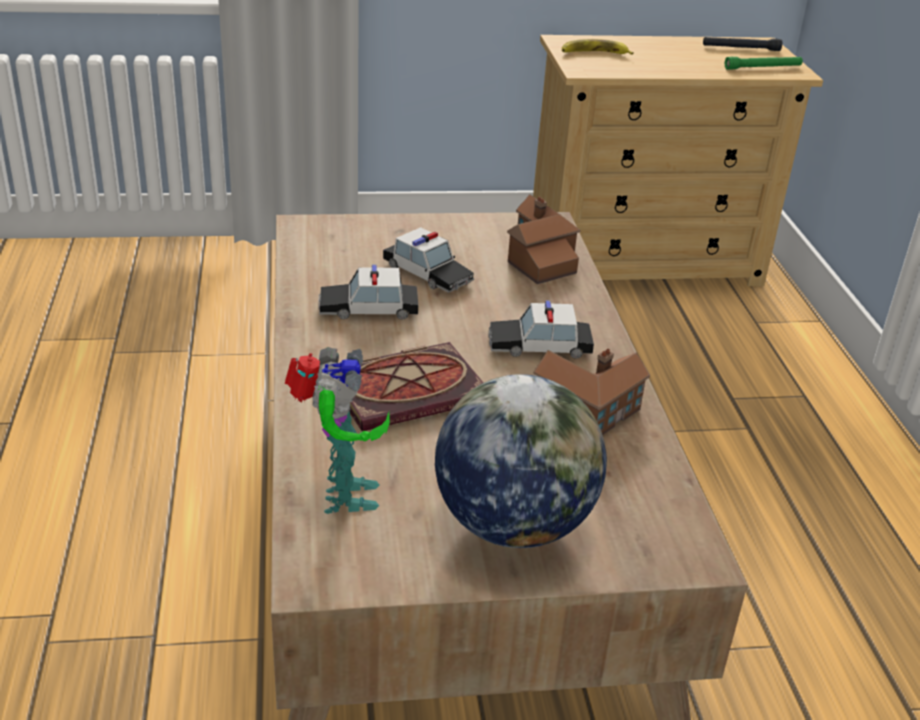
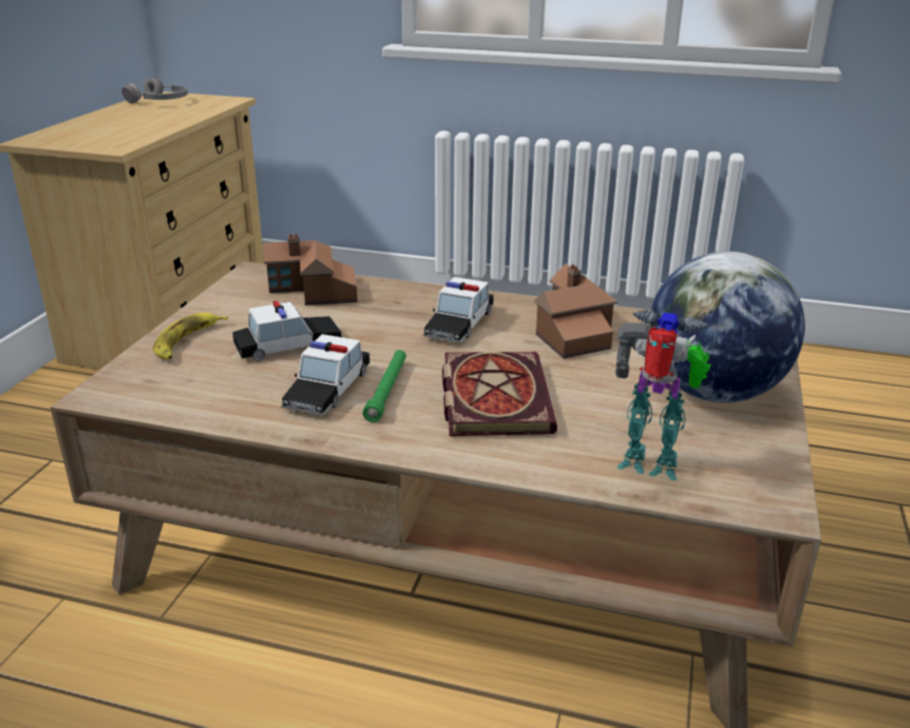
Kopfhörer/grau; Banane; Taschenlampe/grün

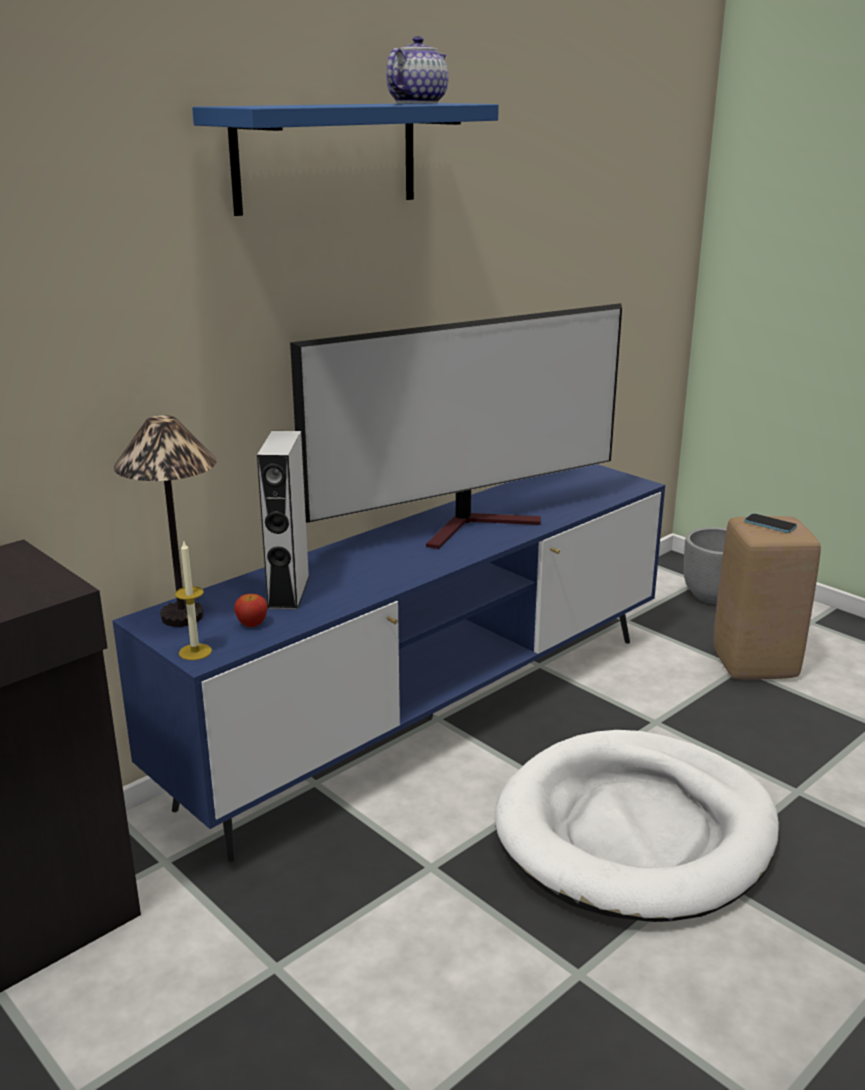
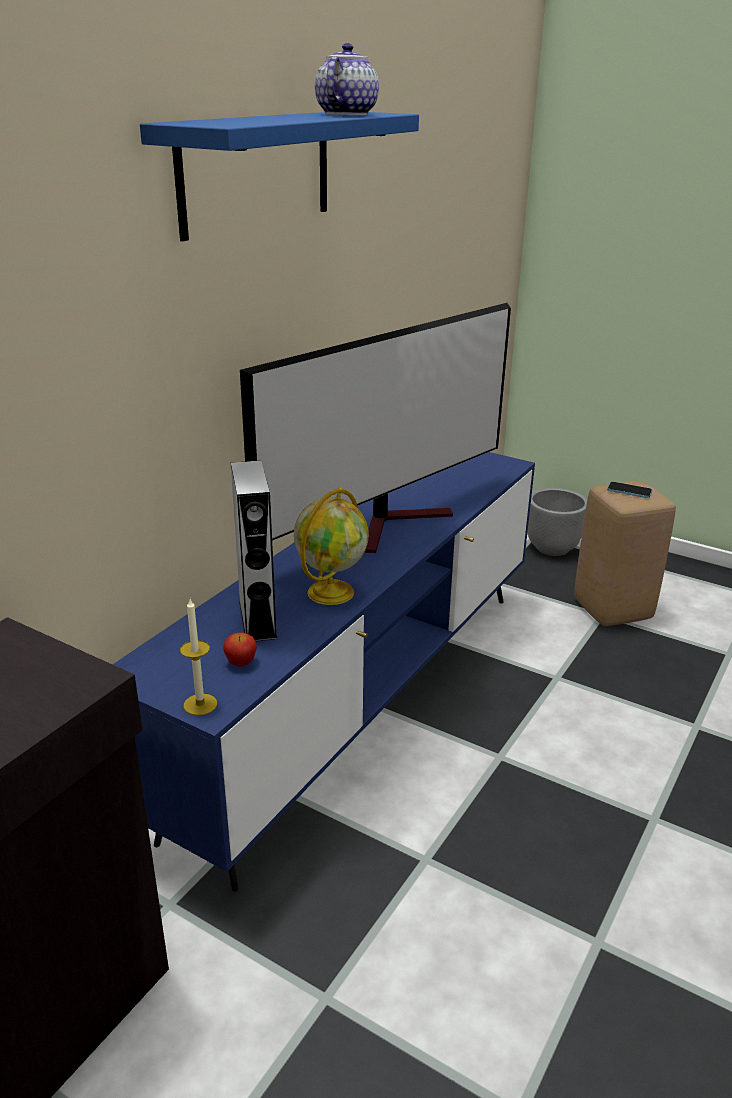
Globus; Tischlampe; Hundebett/weiß

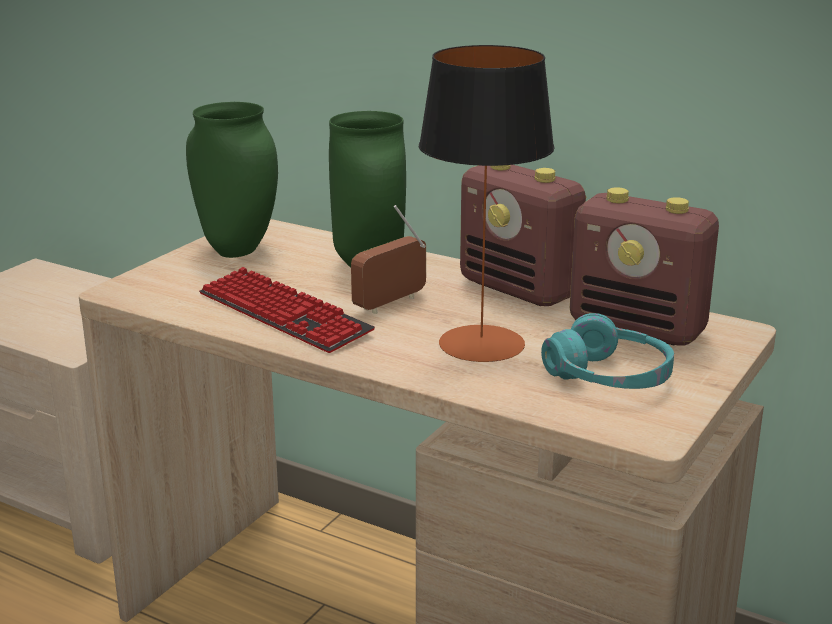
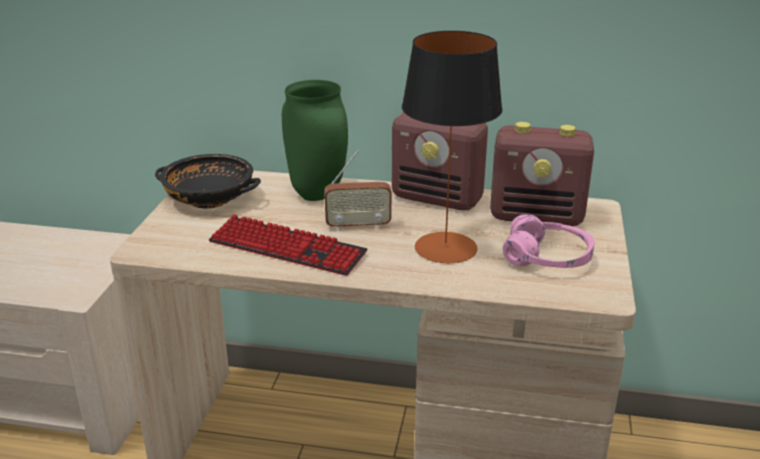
Schüssel/schwarz; Radio (1st from left); Kopfhörer/rosa

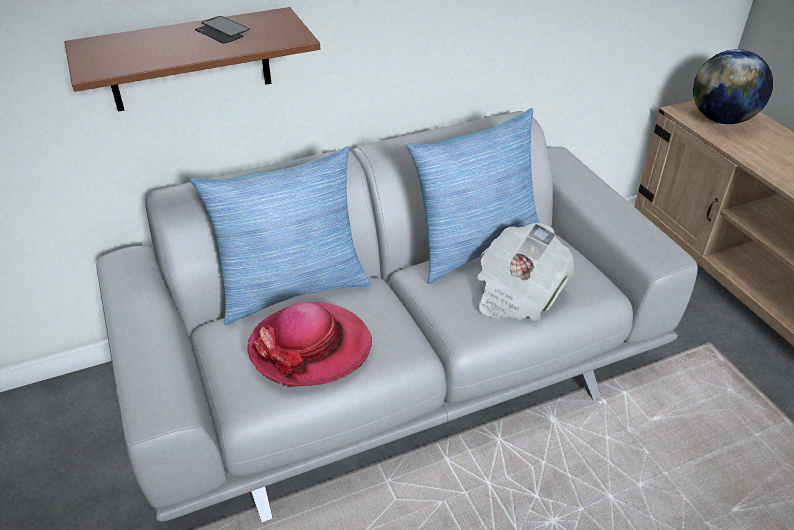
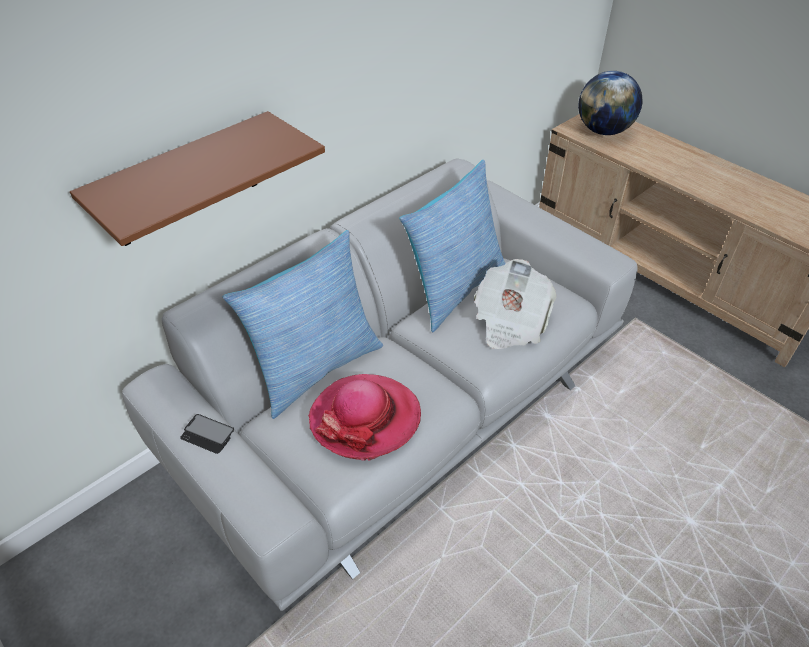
Handy

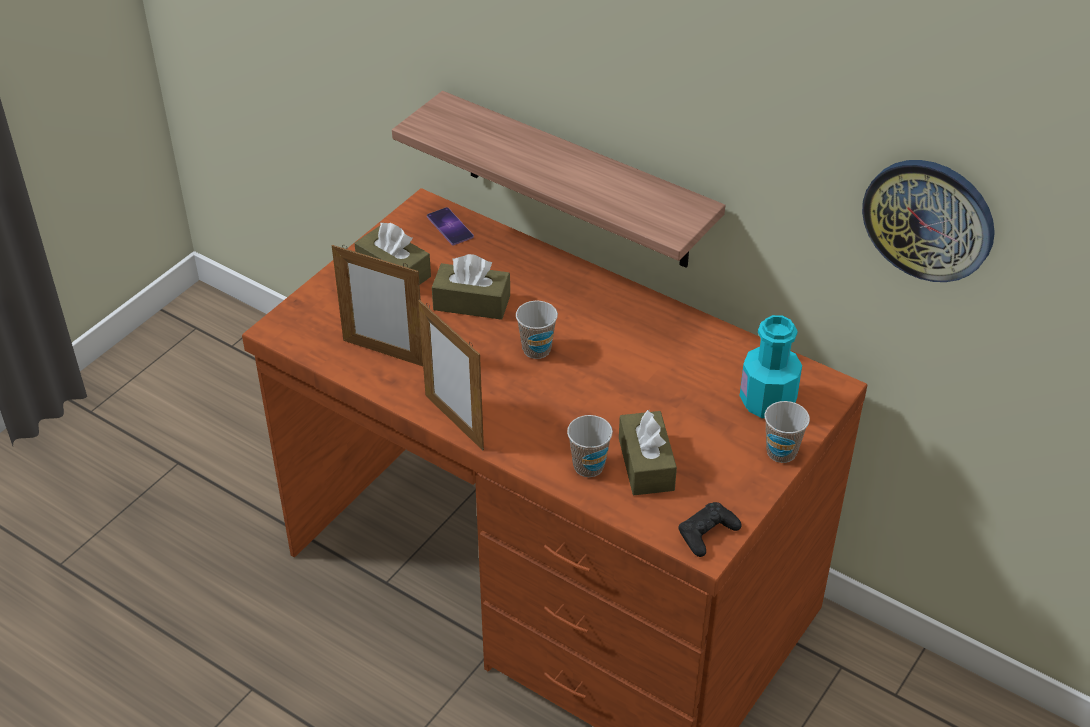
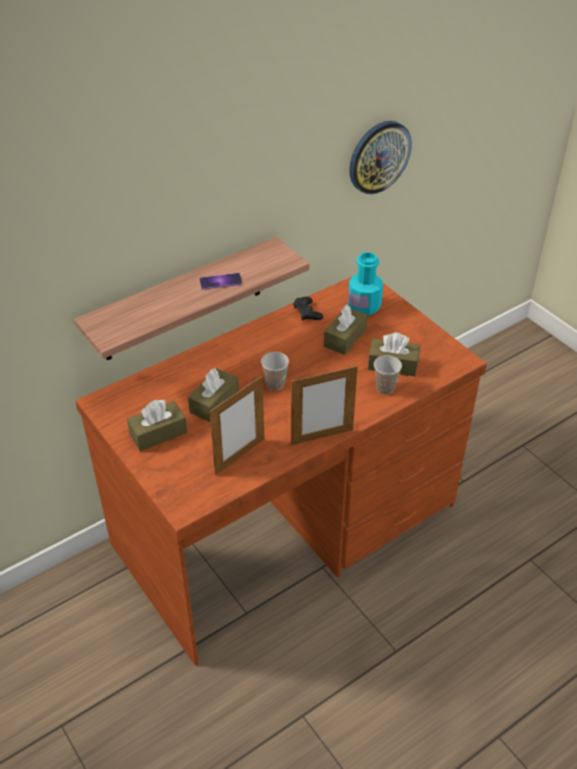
Handy; Gamepad/schwarz; Taschentuchbox/braun (3rd from left); Tasse (3rd from left in the first image)

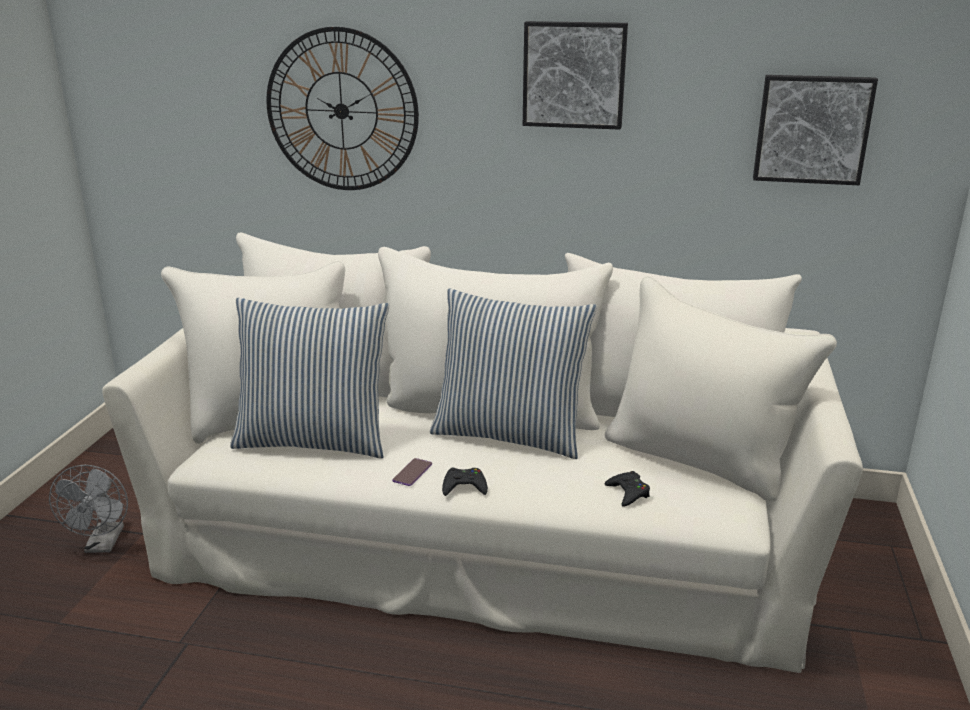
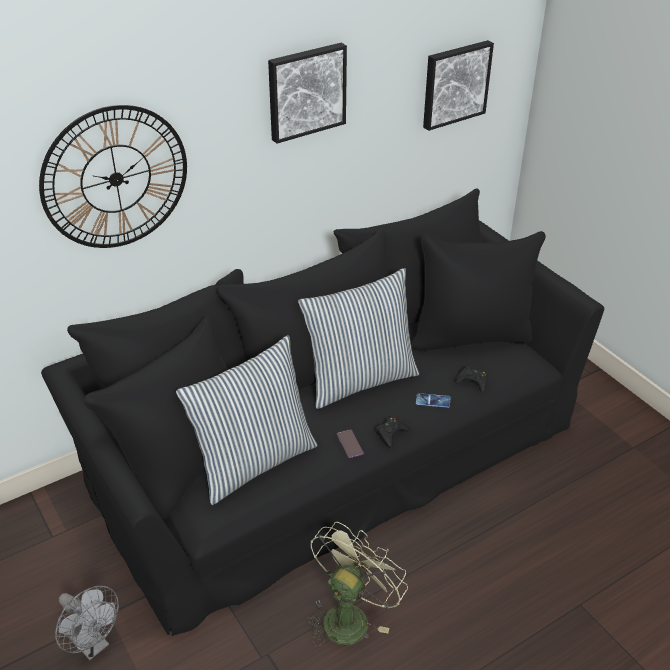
Sofa/schwarz; Ventilator/grün; Handy (2nd from left)

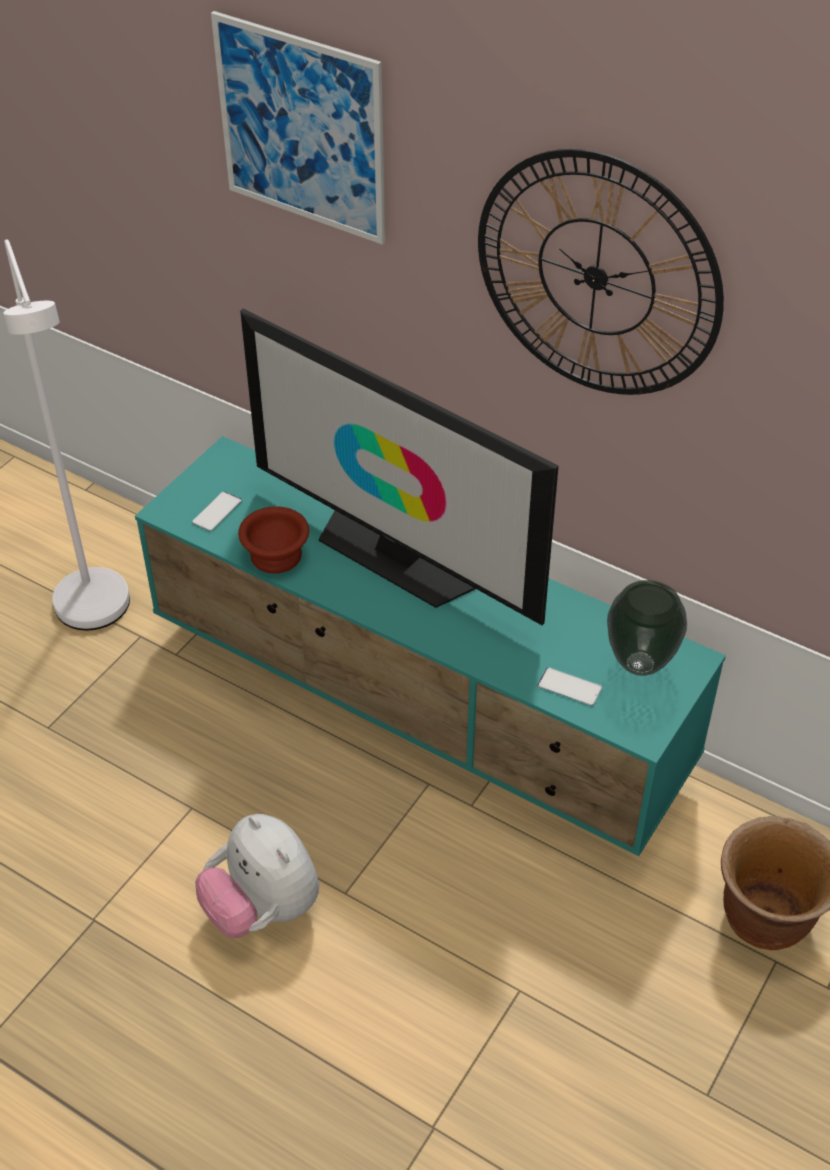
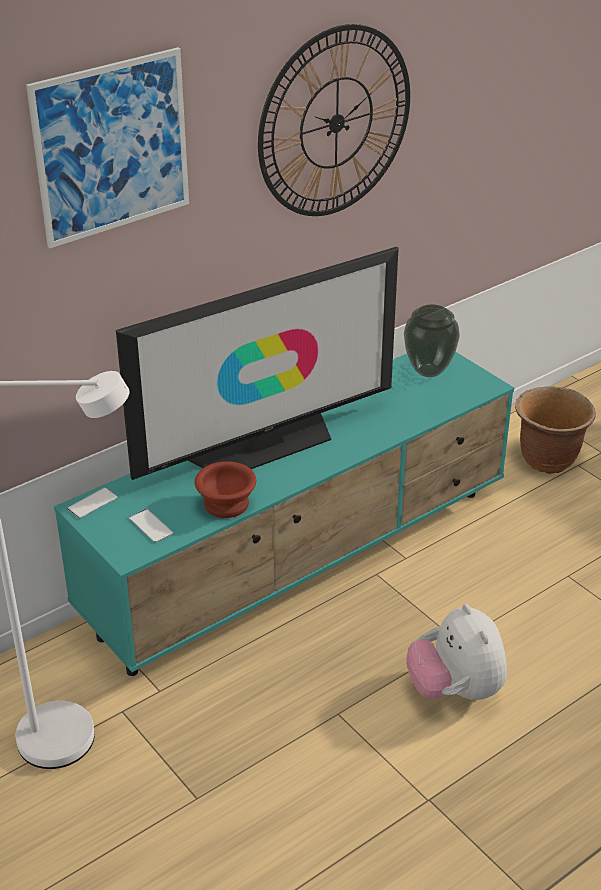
Handy (1st from left); Plüschtier

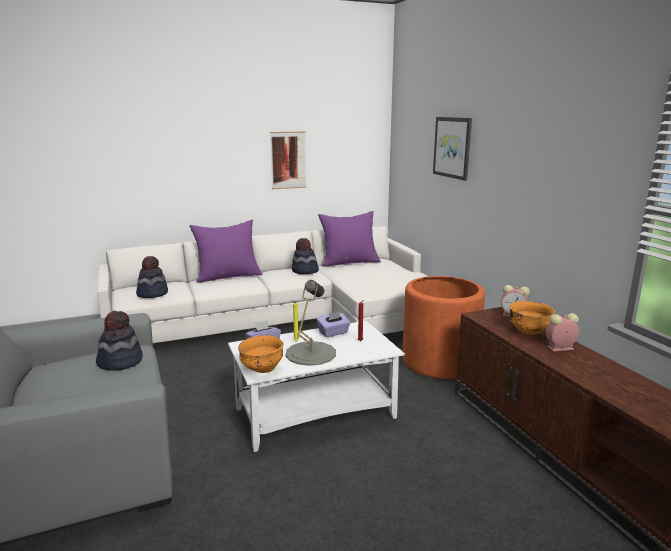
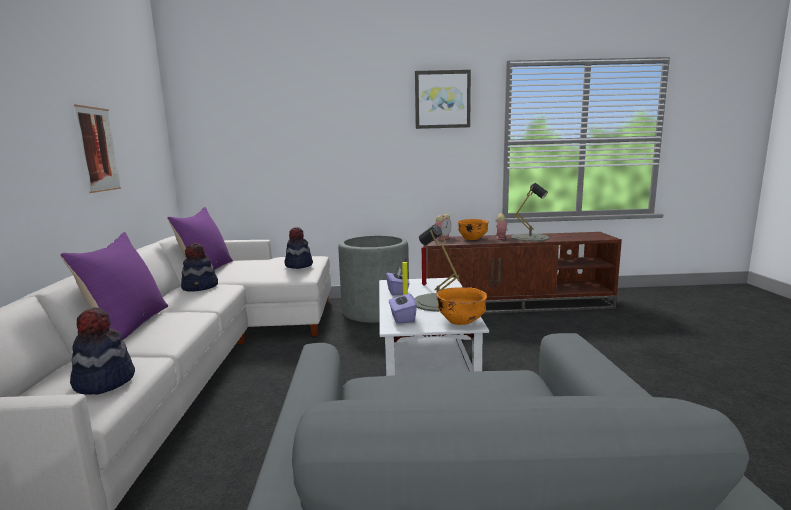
Hut (3rd from left); Pflanzkübel/grau; Bild (2nd from left); Tischlampe/grau (2nd from left)

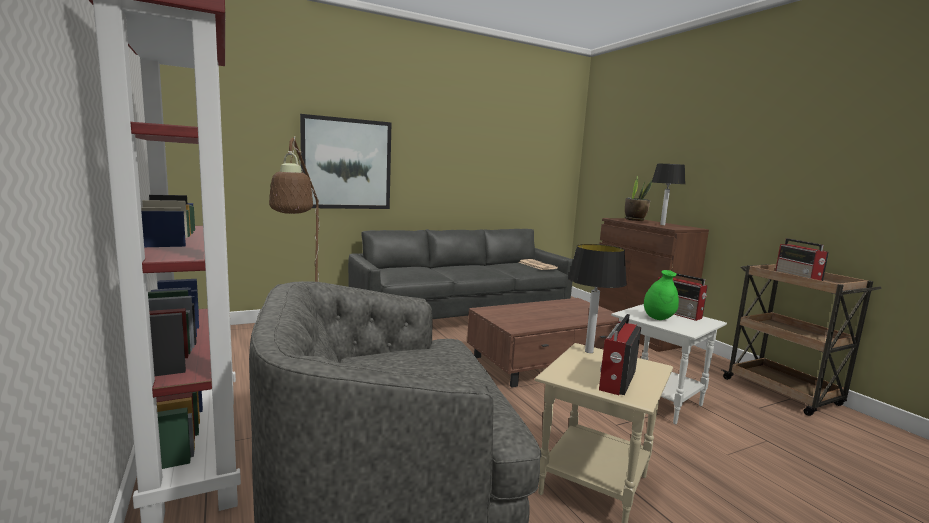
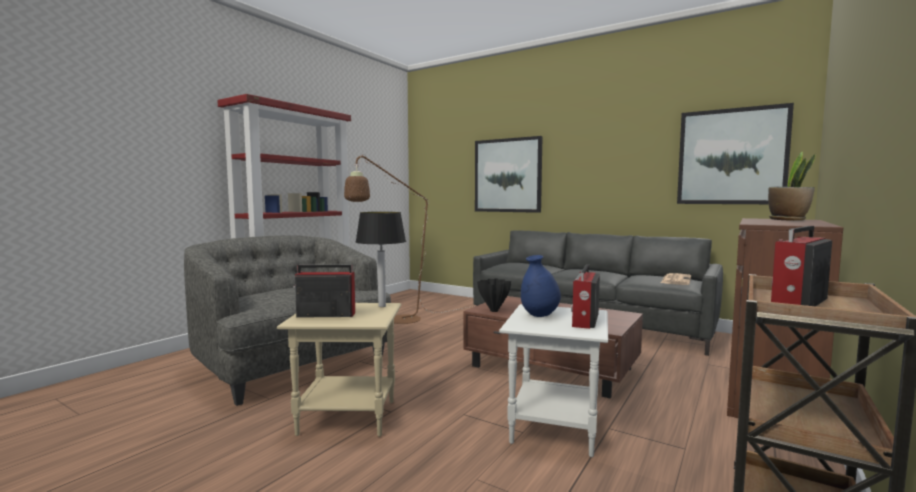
Vase/schwarz; Vase/blau; Bild (2nd from left); Tischlampe (2nd from left in the first image)

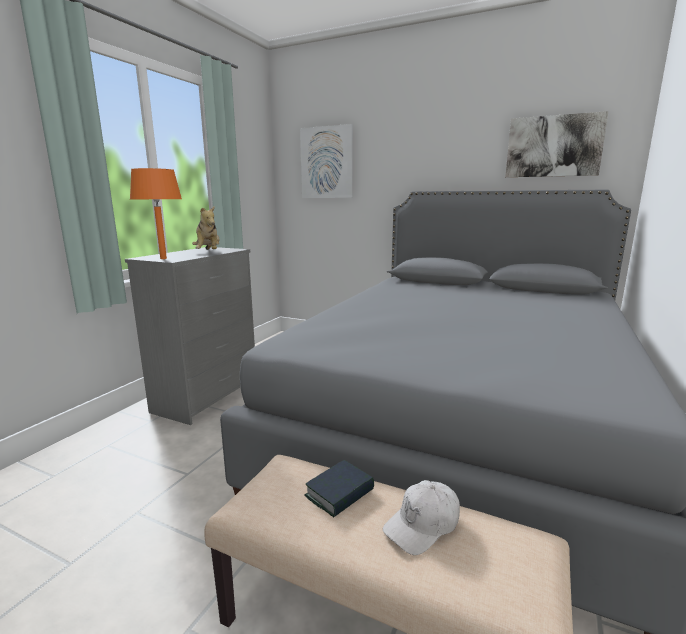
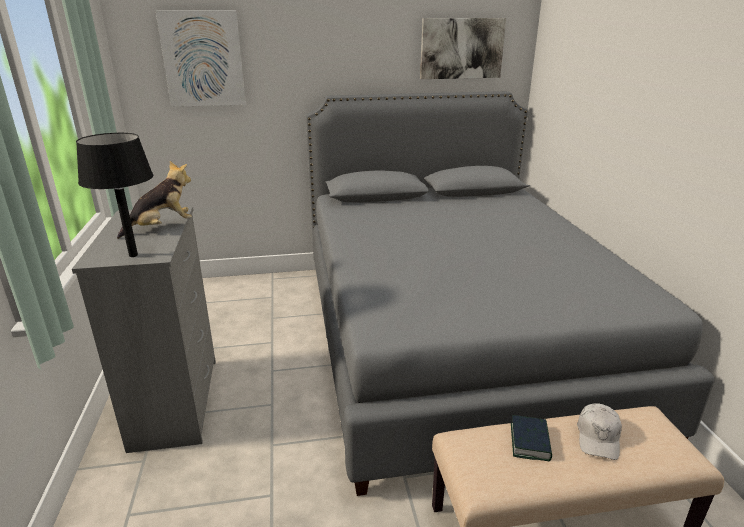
Tischlampe/schwarz; Plüschtier

